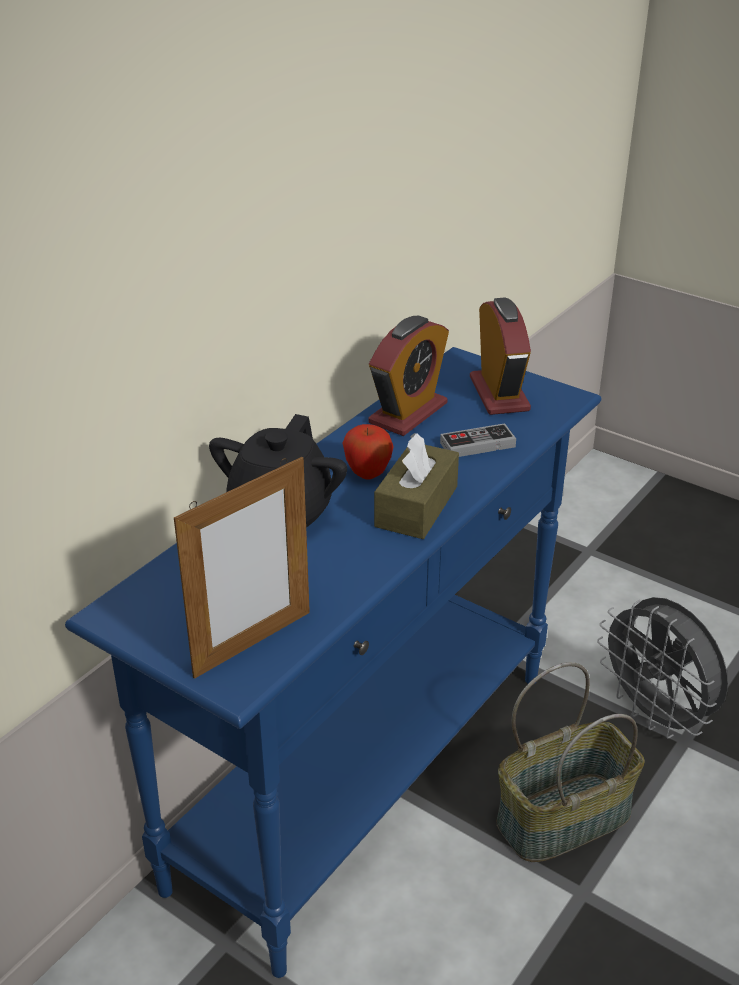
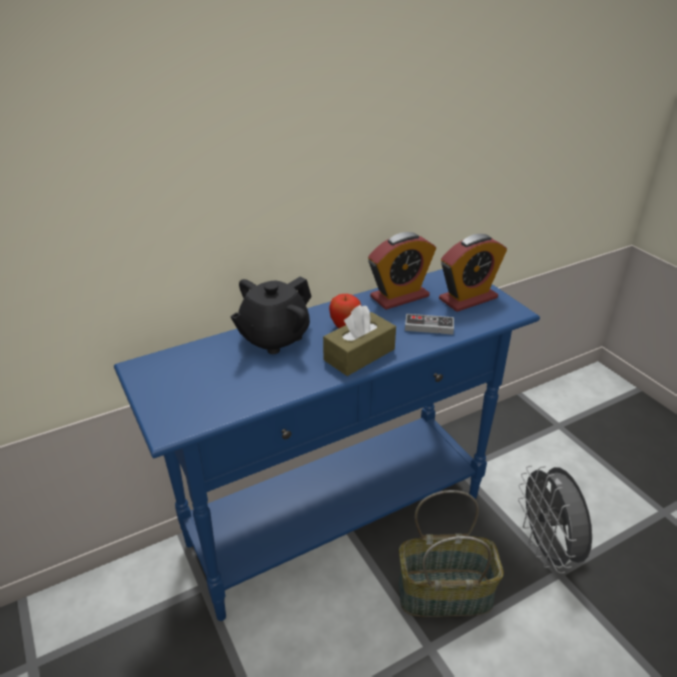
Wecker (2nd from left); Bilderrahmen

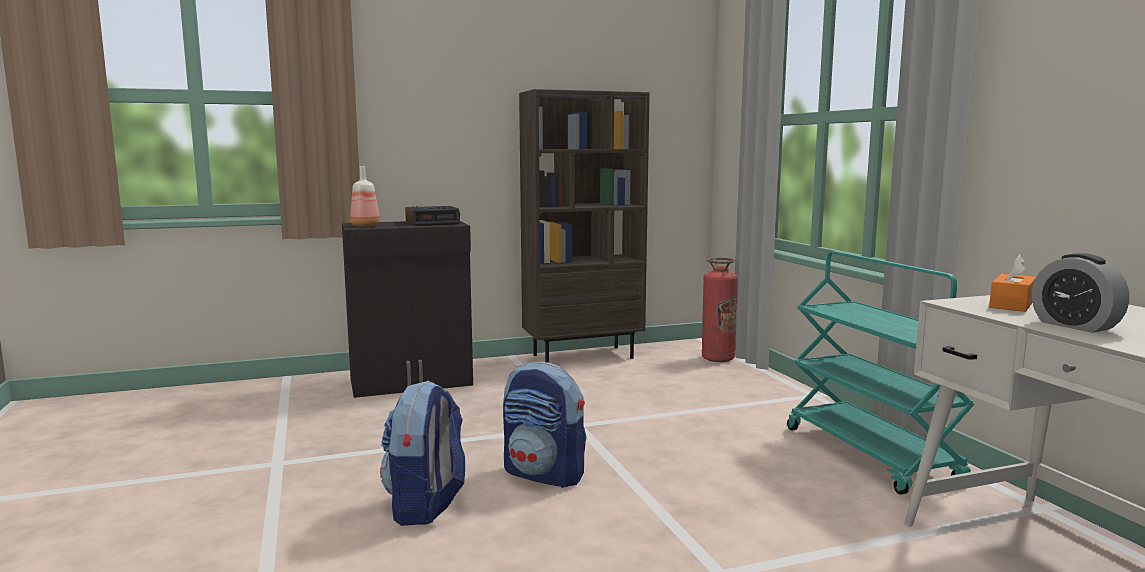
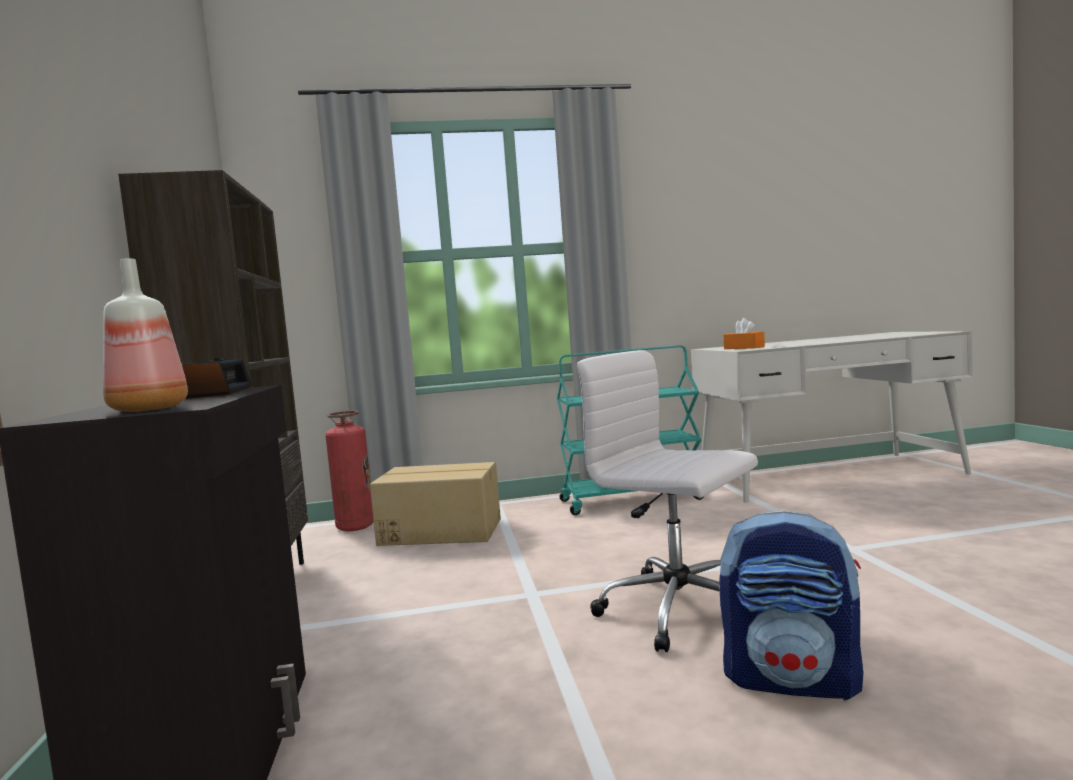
Karton; Bürostuhl/weiß; Wecker (2nd from left in the first image)

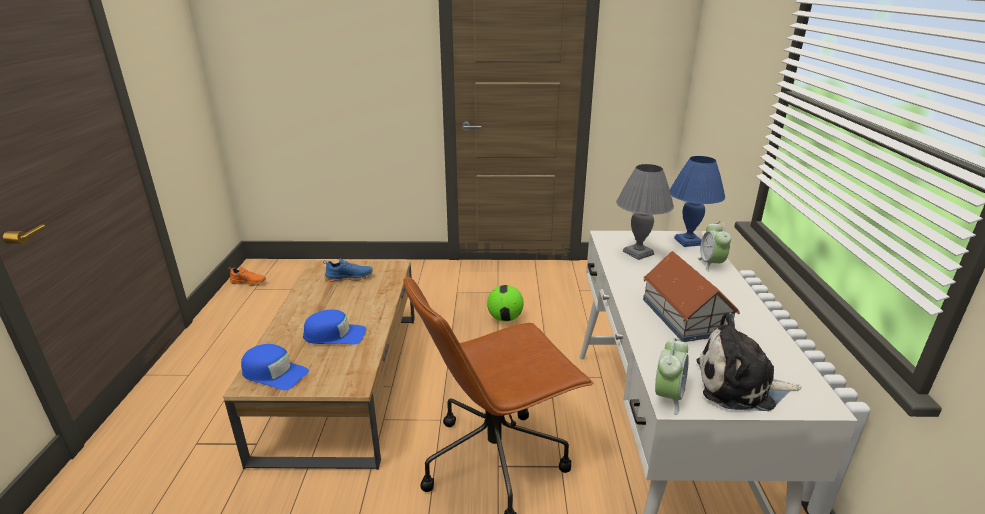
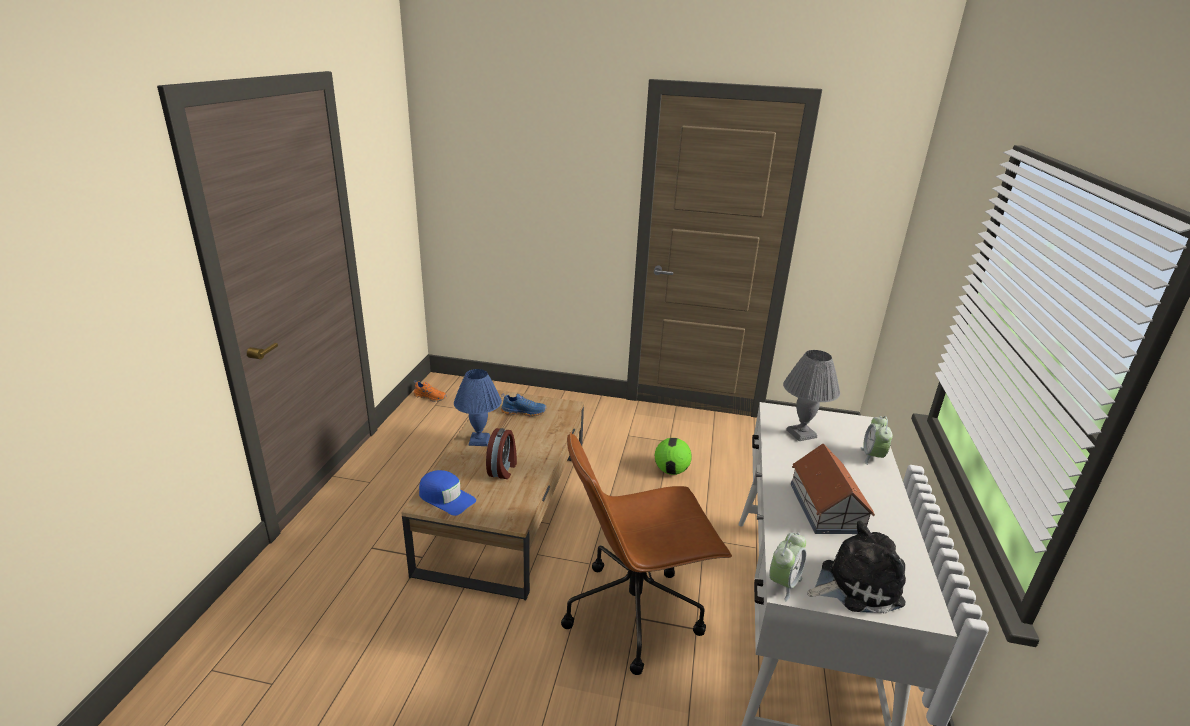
Tischlampe/blau; Wecker (1st from left); Plüschtier

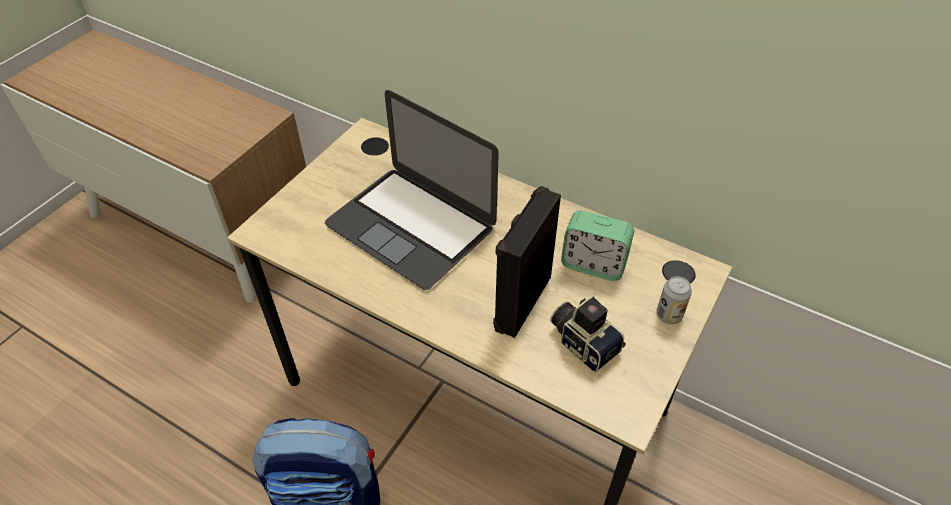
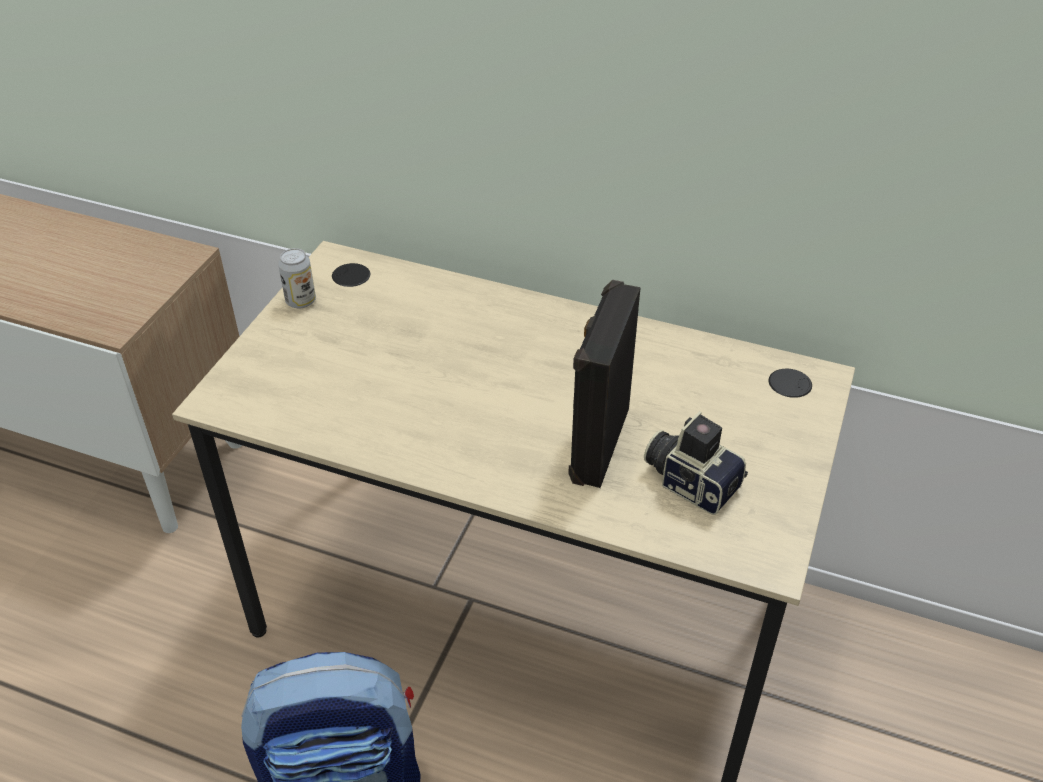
Dose; Laptop; Wecker

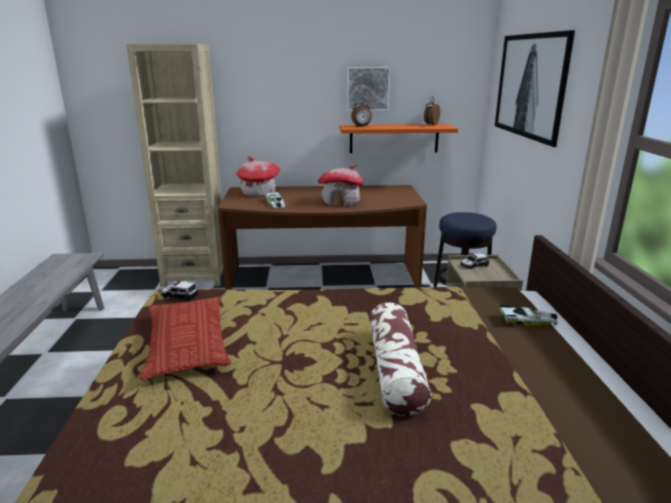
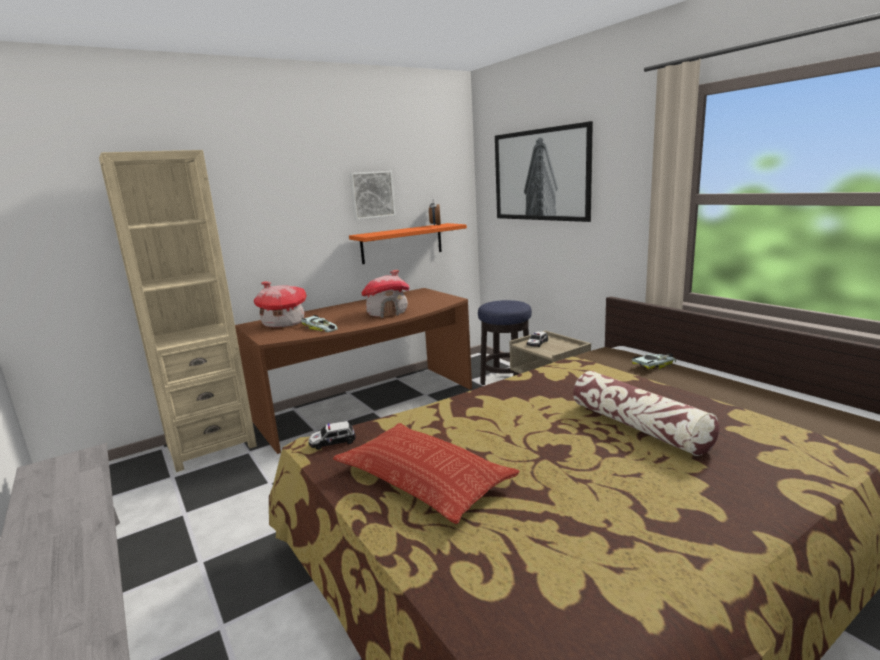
Wecker (1st from left in the first image)

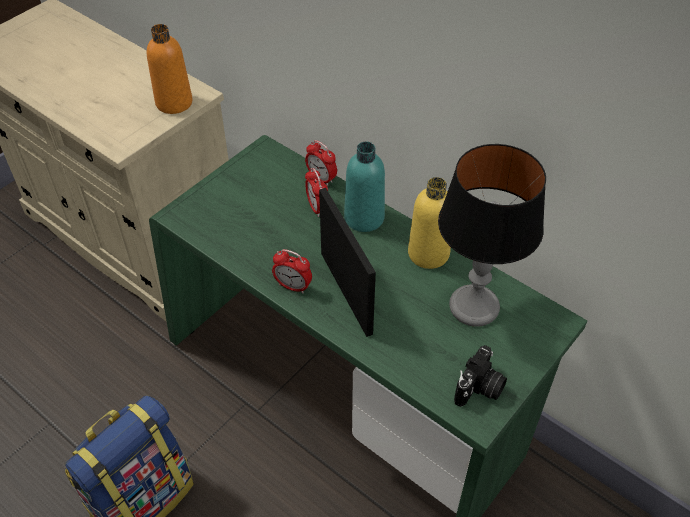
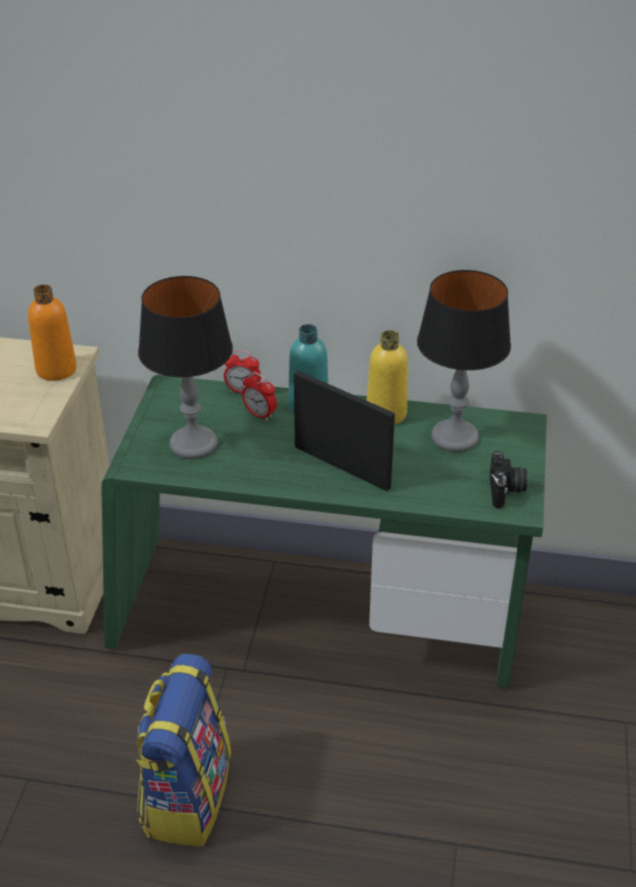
Tischlampe (1st from left); Wecker (1st from left in the first image)

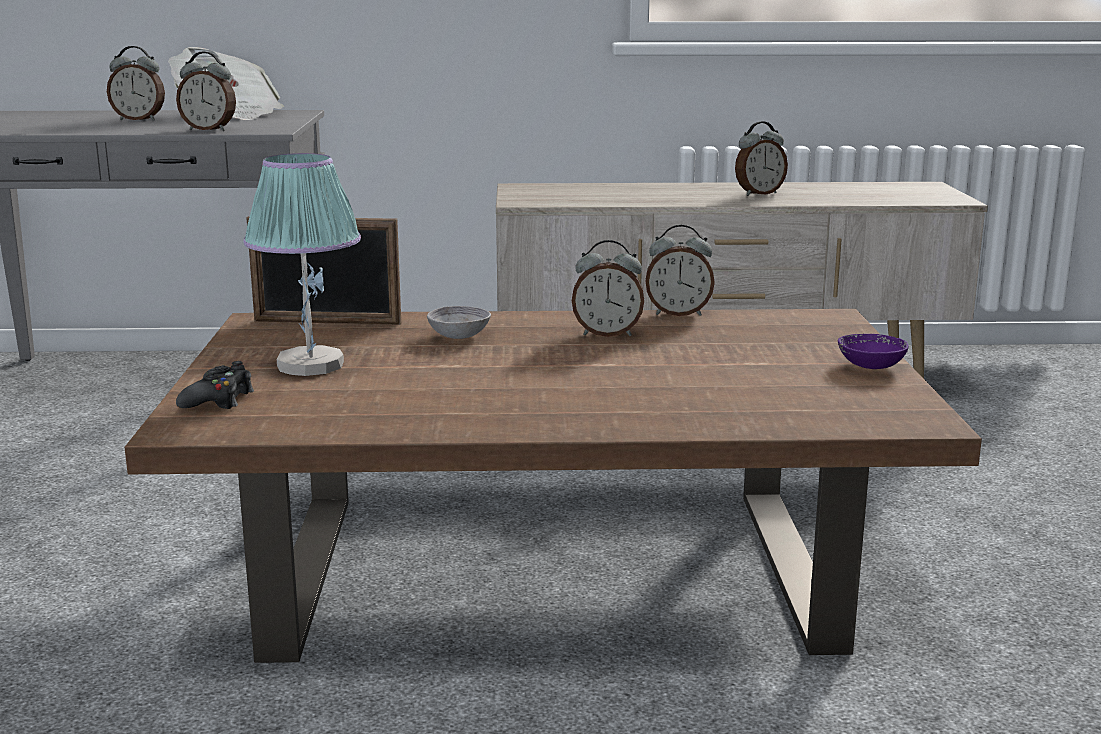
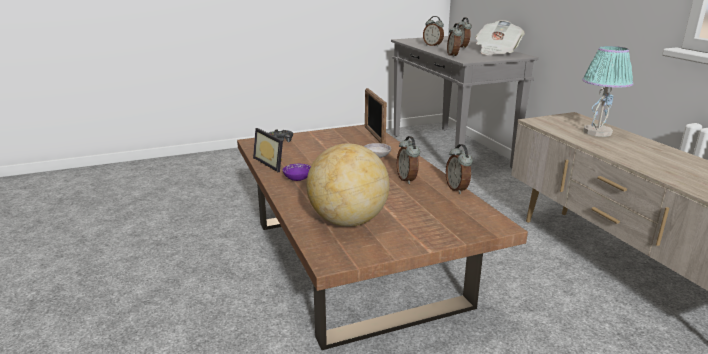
Bilderrahmen (1st from left); Schüssel/lila; Globus; Wecker (2nd from left); Tischlampe

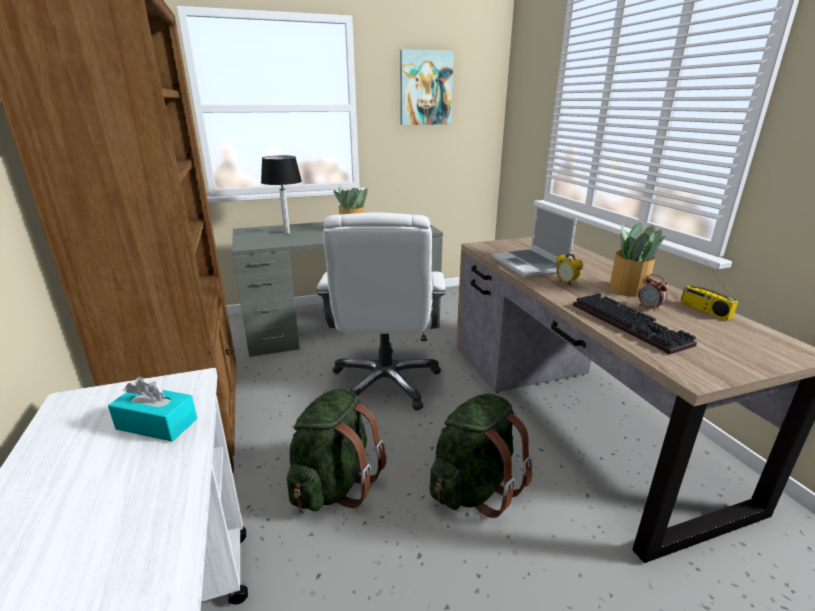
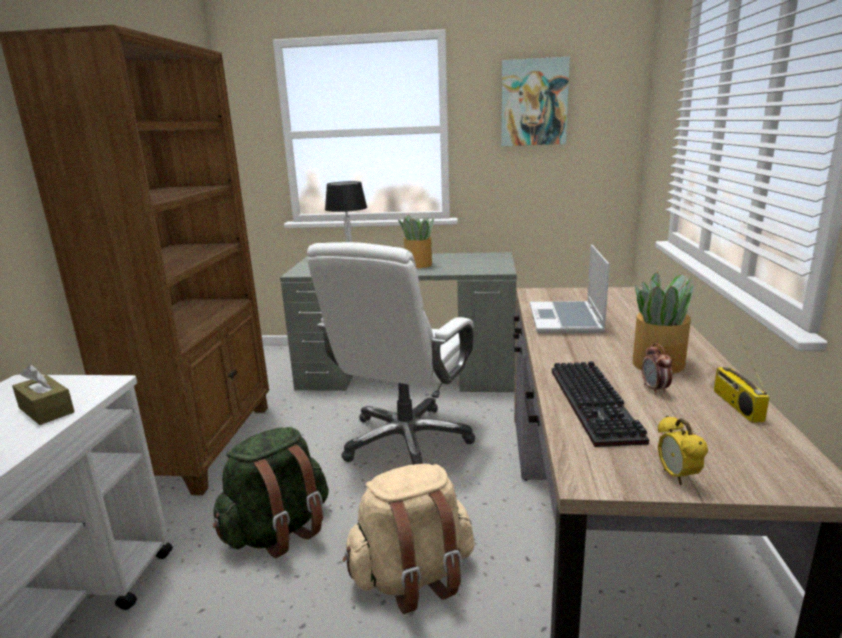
Taschentuchbox/braun; Rucksack/beige; Wecker (2nd from left)

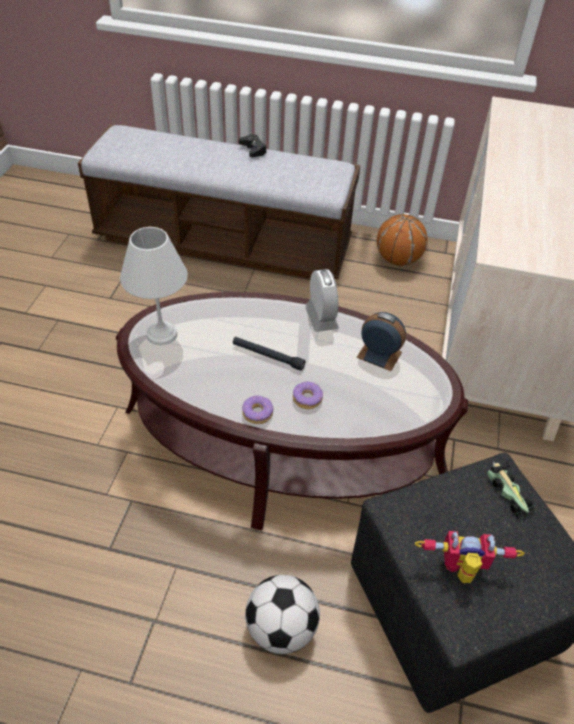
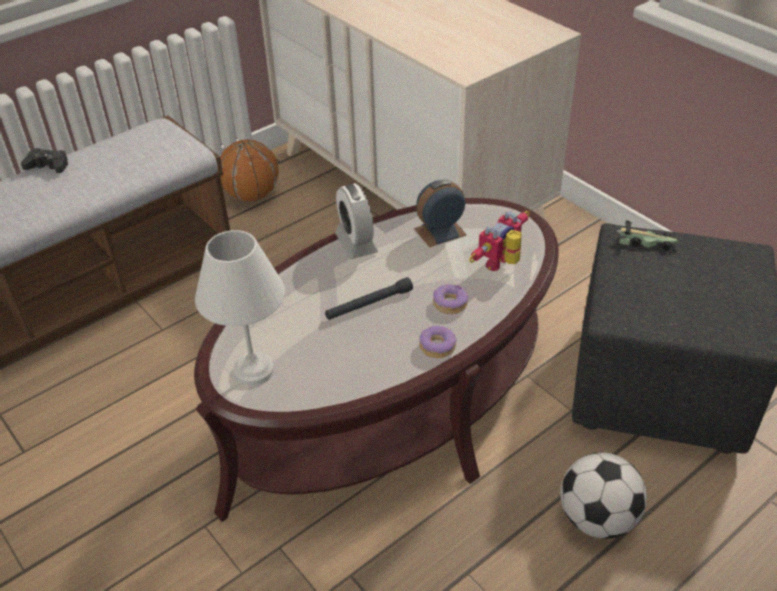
Wecker (1st from left); Spielzeugroboter

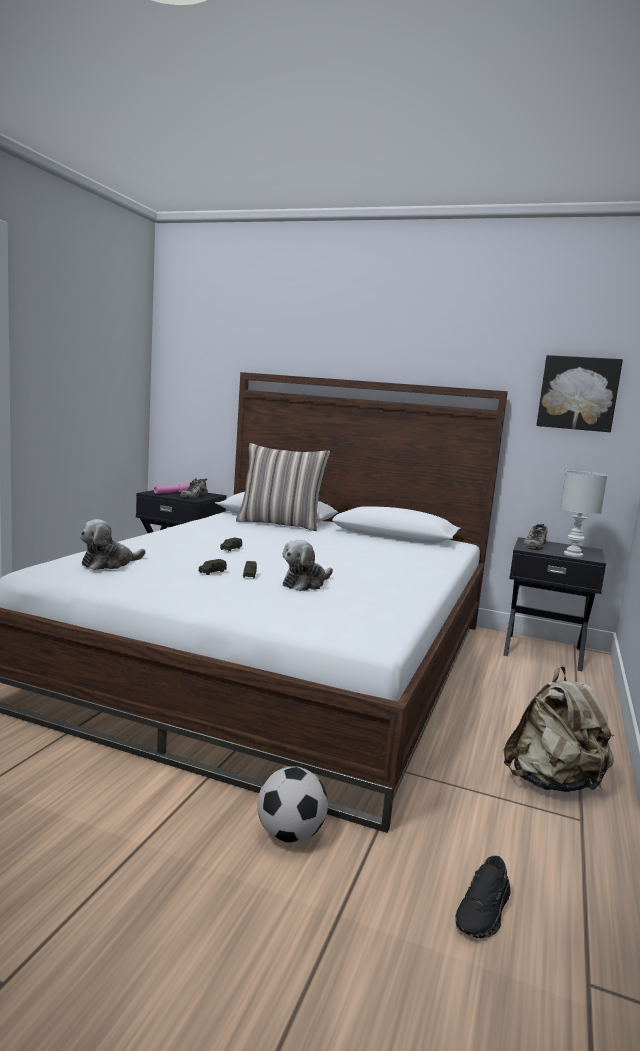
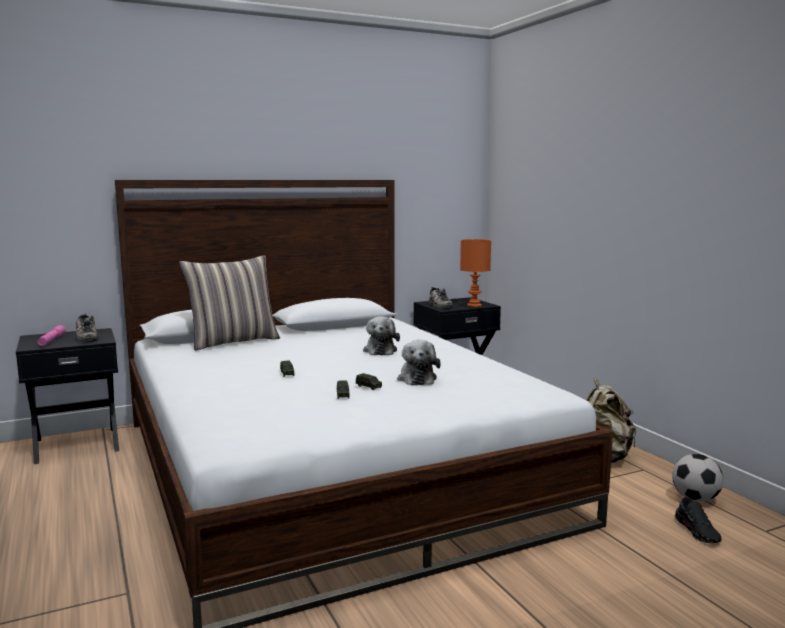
Plüschtier (1st from left); Tischlampe/orange; Fußball; Bild

